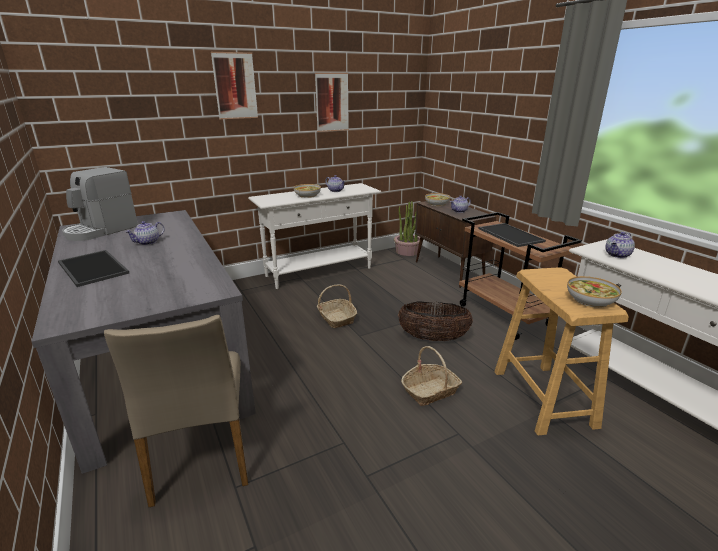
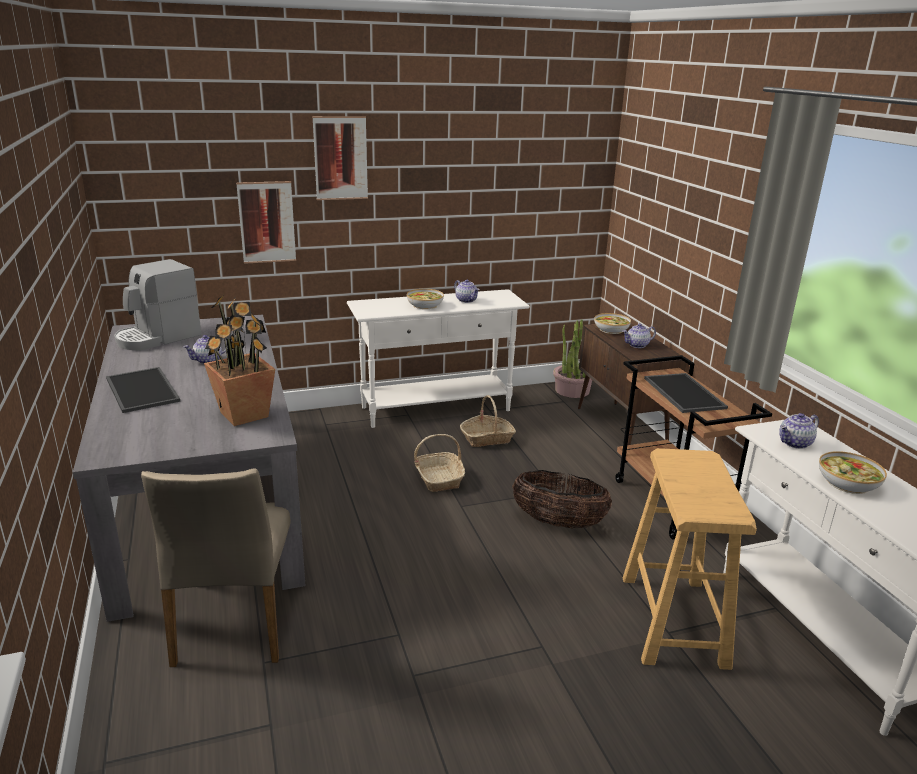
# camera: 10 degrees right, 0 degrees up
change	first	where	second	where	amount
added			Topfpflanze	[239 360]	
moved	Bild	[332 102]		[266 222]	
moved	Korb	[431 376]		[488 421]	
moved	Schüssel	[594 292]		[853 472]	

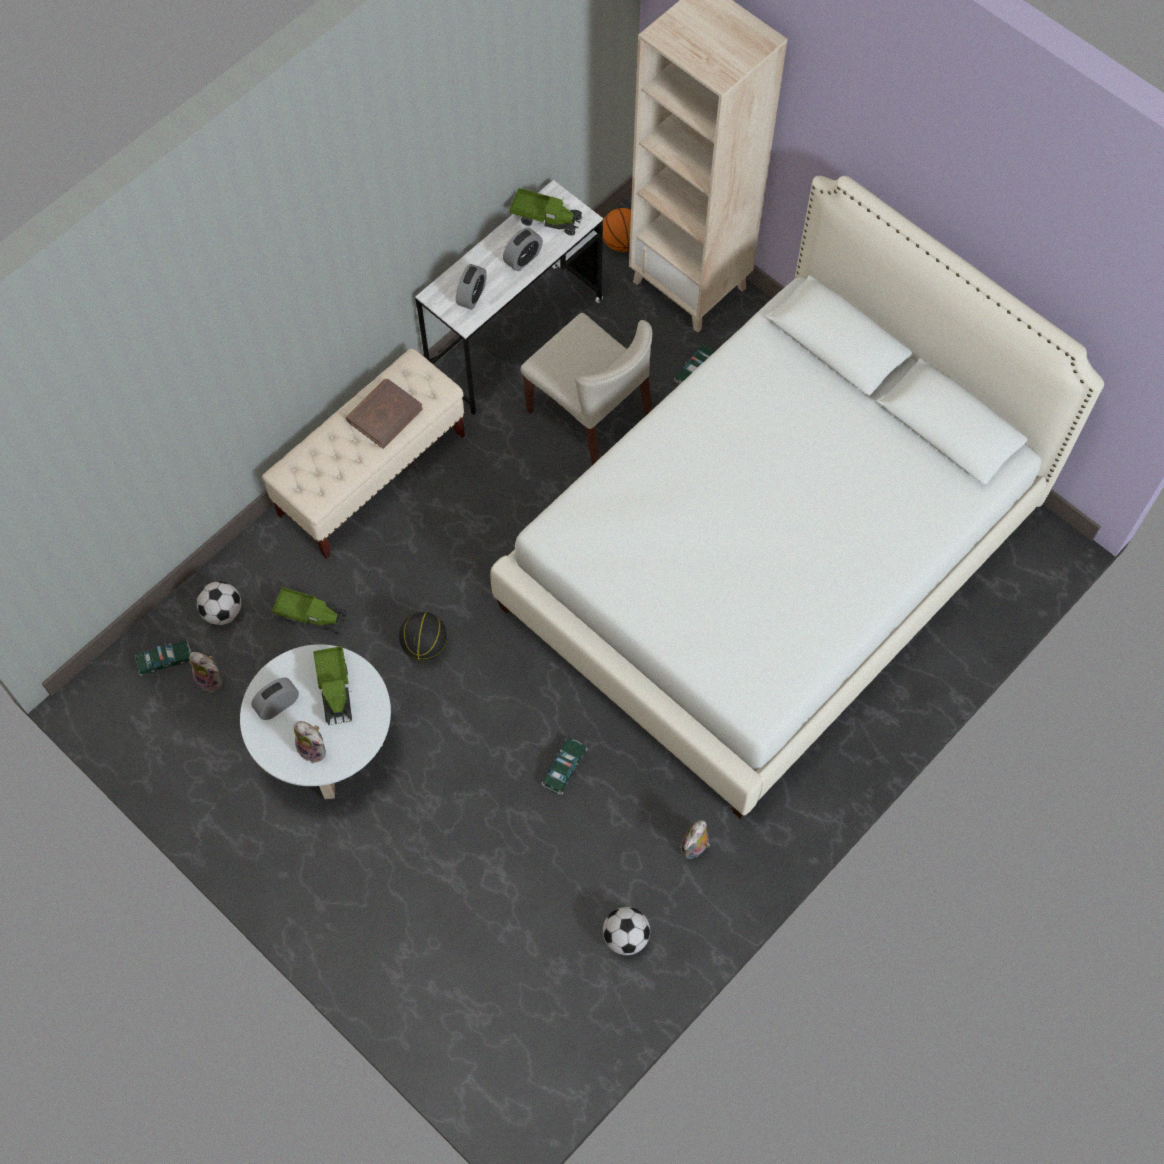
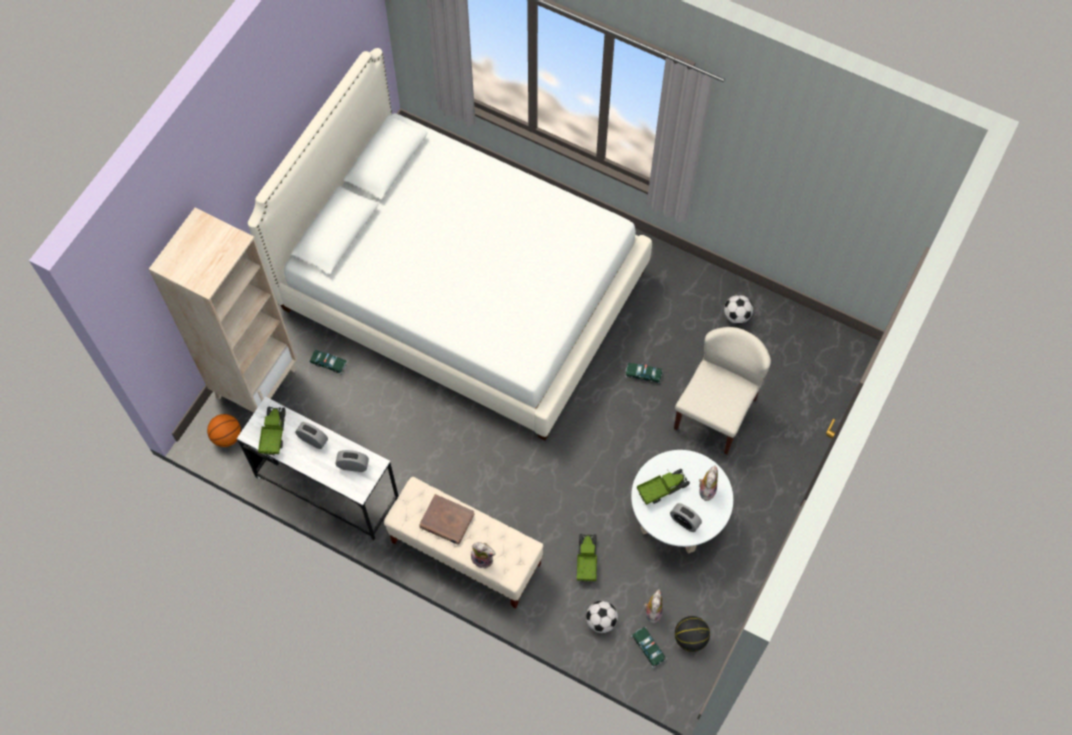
# camera: 105 degrees left, 0 degrees up
change	first	where	second	where	amount
moved	Plüschtier	[695 839]		[483 555]	
moved	Stuhl/beige	[586 389]		[722 391]	
moved	Basketball	[423 636]		[692 634]	

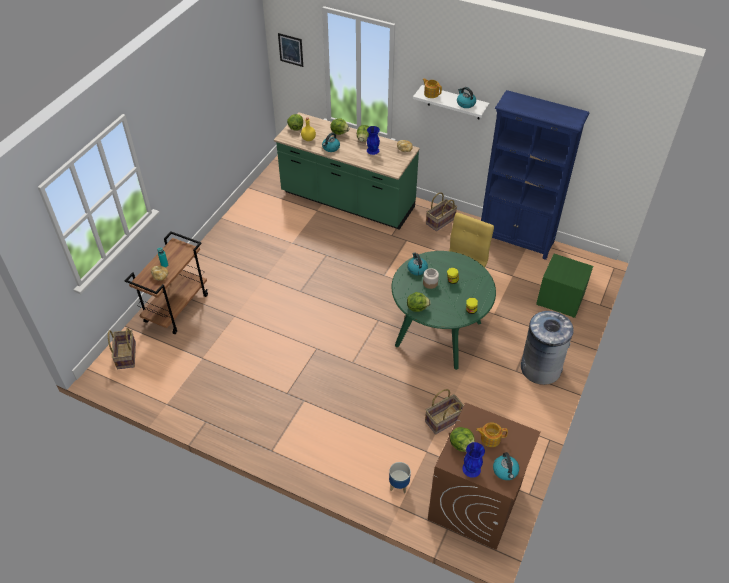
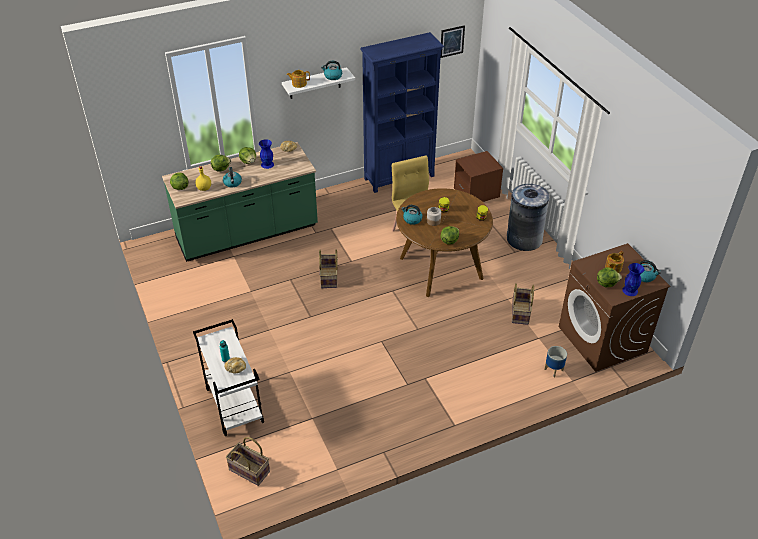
# camera: 50 degrees left, 5 degrees down
change	first	where	second	where	amount
recoloured	Rollwagen/braun	[166 282]	Rollwagen/weiß	[228 377]	
moved	Korb	[441 211]		[328 268]	
recoloured	Esstisch/grün	[443 310]	Esstisch/braun	[444 242]	
moved	Bild	[290 50]		[453 41]	
recoloured	Nachttisch/grün	[564 286]	Nachttisch/braun	[478 176]	

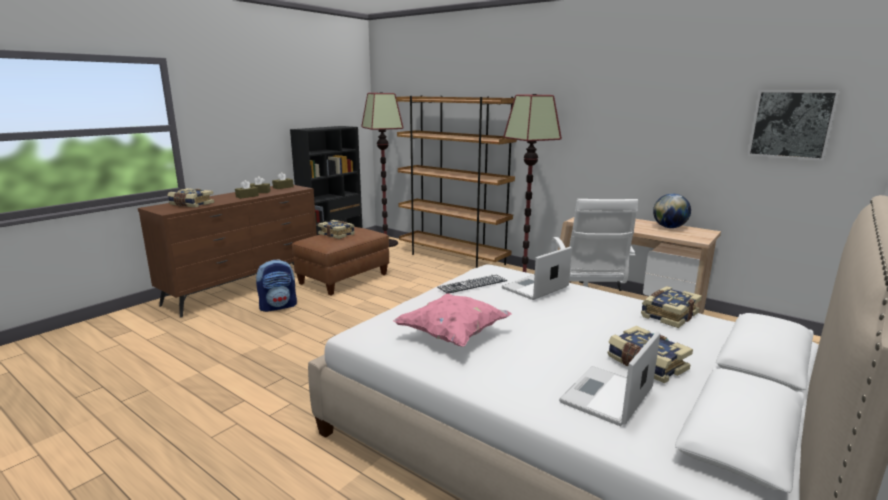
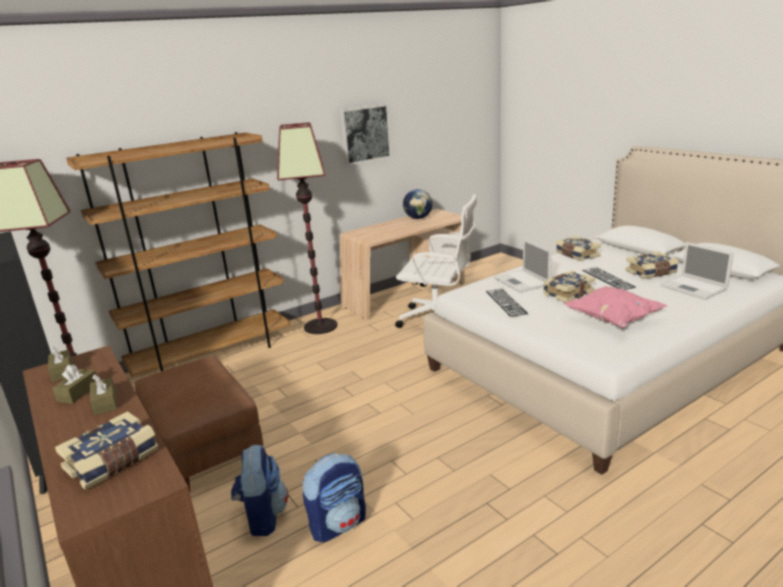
# camera: 70 degrees left, 5 degrees up
change	first	where	second	where	amount
added			Rucksack	[334 497]	
moved	Bild	[793 125]		[365 134]	
moved	Buch	[336 229]		[569 286]	
added			Tastatur	[609 278]	

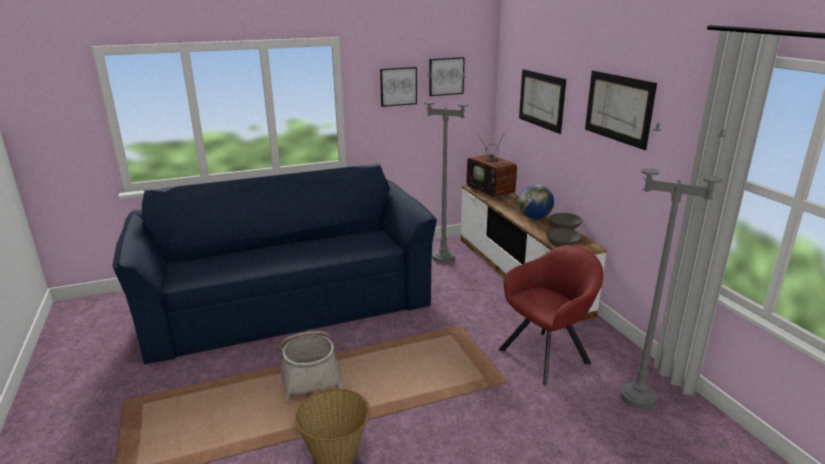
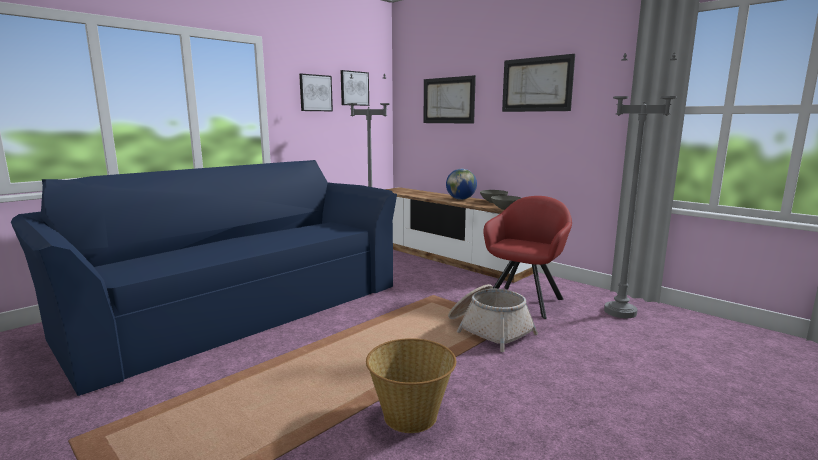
# camera: 25 degrees left, 10 degrees down
change	first	where	second	where	amount
moved	Korb	[311 366]		[493 318]	
removed	Fernseher	[492 167]			

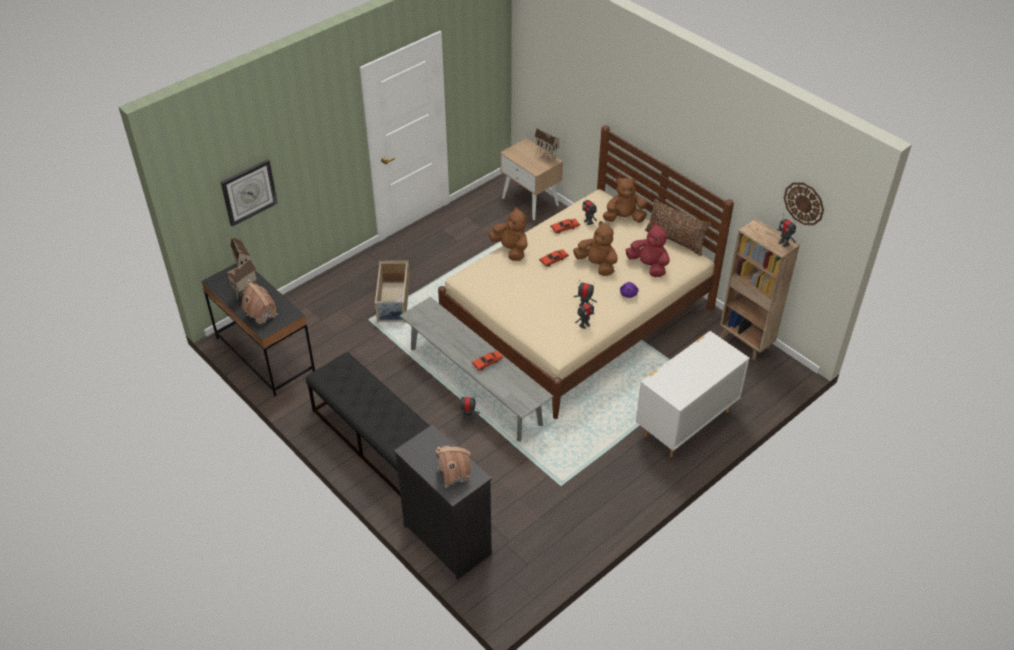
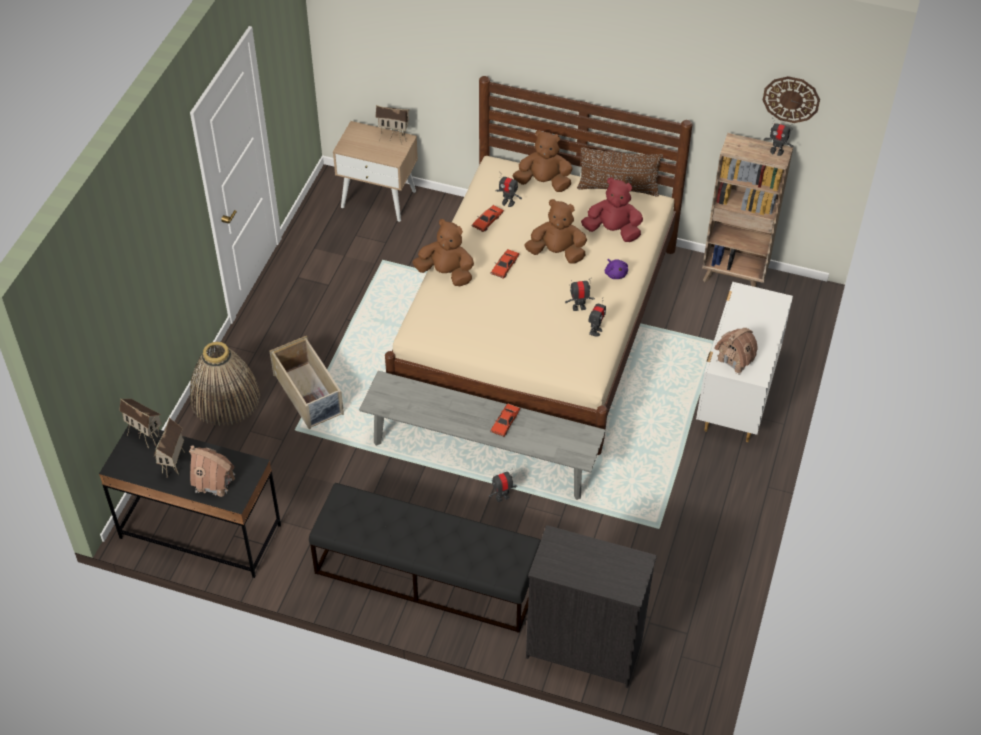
# camera: 30 degrees left, 5 degrees up
change	first	where	second	where	amount
added			Korb	[225 383]	
turned	Plüschtier/braun	[625 200]		[543 161]	45 degrees clockwise
moved	Spielzeughaus	[454 467]		[736 351]	
removed	Wanduhr	[249 193]			

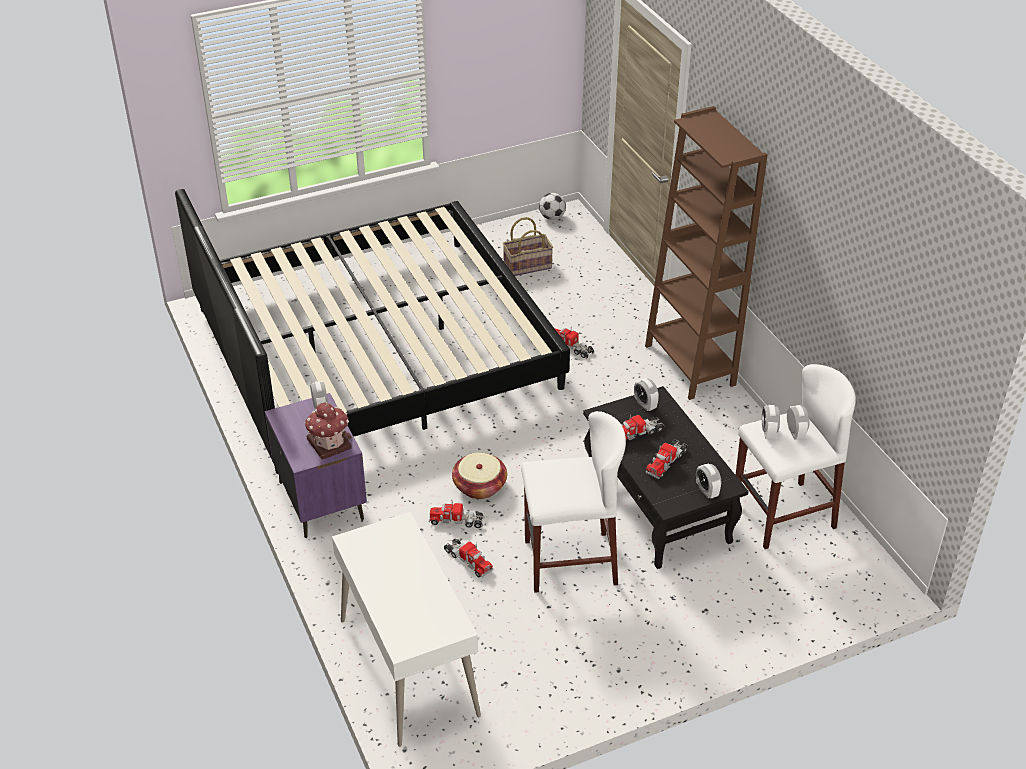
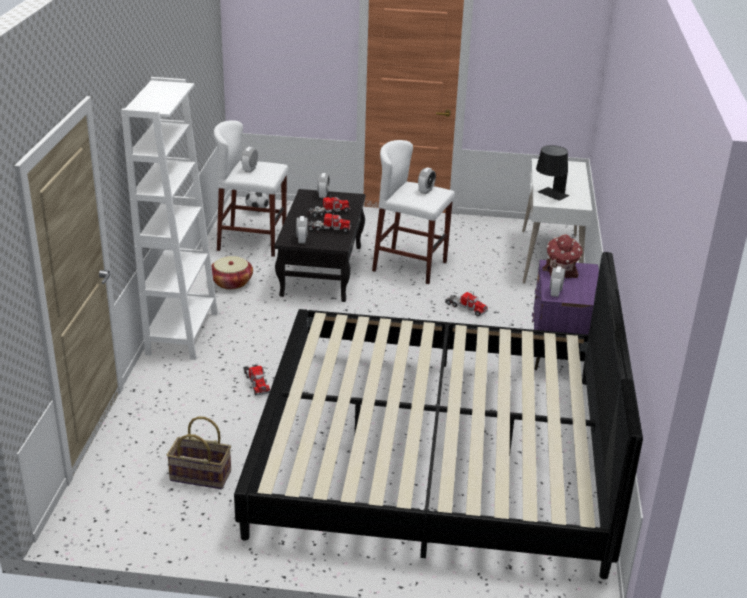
# camera: 150 degrees left, 10 degrees down
change	first	where	second	where	amount
recoloured	Bücherregal/braun	[706 253]	Bücherregal/weiß	[169 218]	
moved	Korb	[479 476]		[232 273]	
moved	Fußball	[552 206]		[257 201]	
moved	Wecker	[771 422]		[427 181]	
added			Tischlampe/schwarz	[553 173]	
removed	Spielzeuglaster	[468 557]			

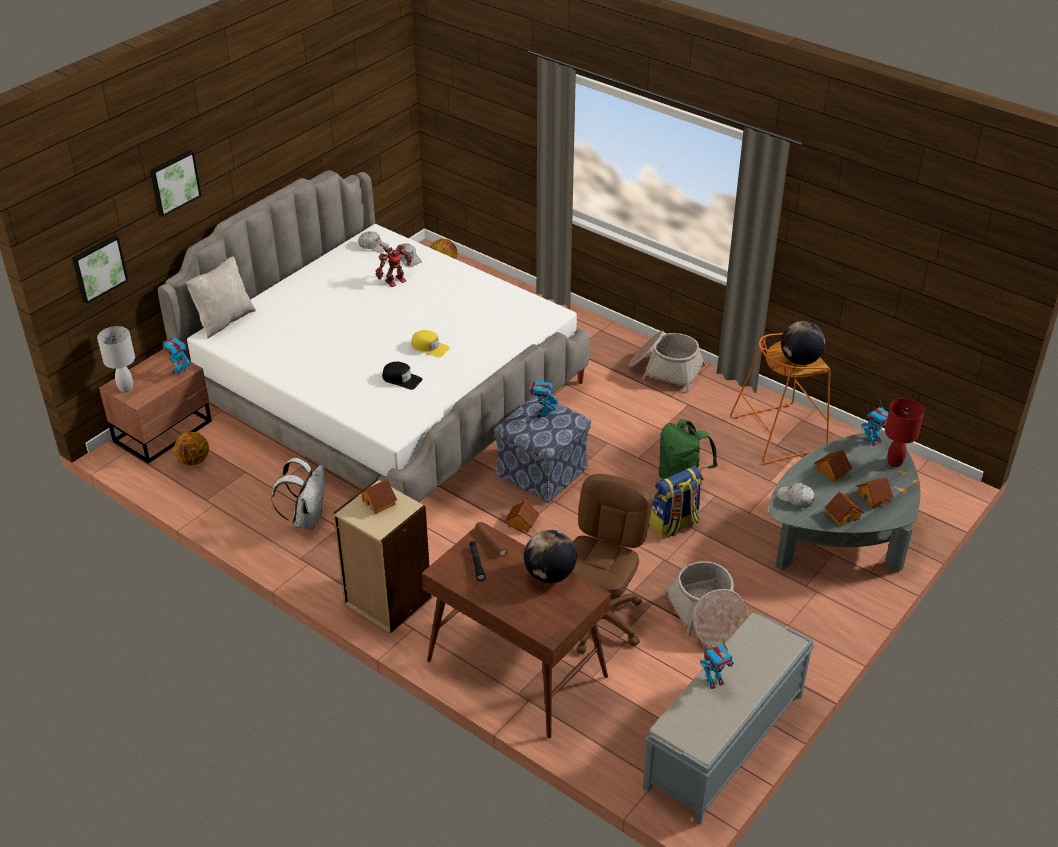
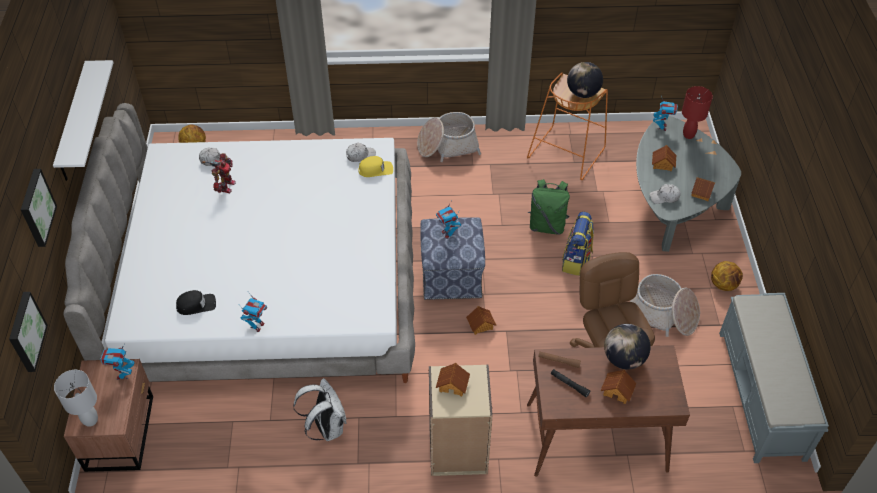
# camera: 40 degrees left, 10 degrees up
change	first	where	second	where	amount
added			Wandregal/weiß	[83 120]	
moved	Kappe/schwarz	[402 376]		[196 302]	
moved	Spielzeugroboter	[717 662]		[254 312]	
moved	Kappe/weiß	[374 242]		[361 152]	
moved	Kappe/gelb	[430 344]		[375 166]	
moved	Spielzeughaus	[875 492]		[619 387]	
moved	Basketball	[191 448]		[727 276]	
removed	Kissen/beige	[221 297]			

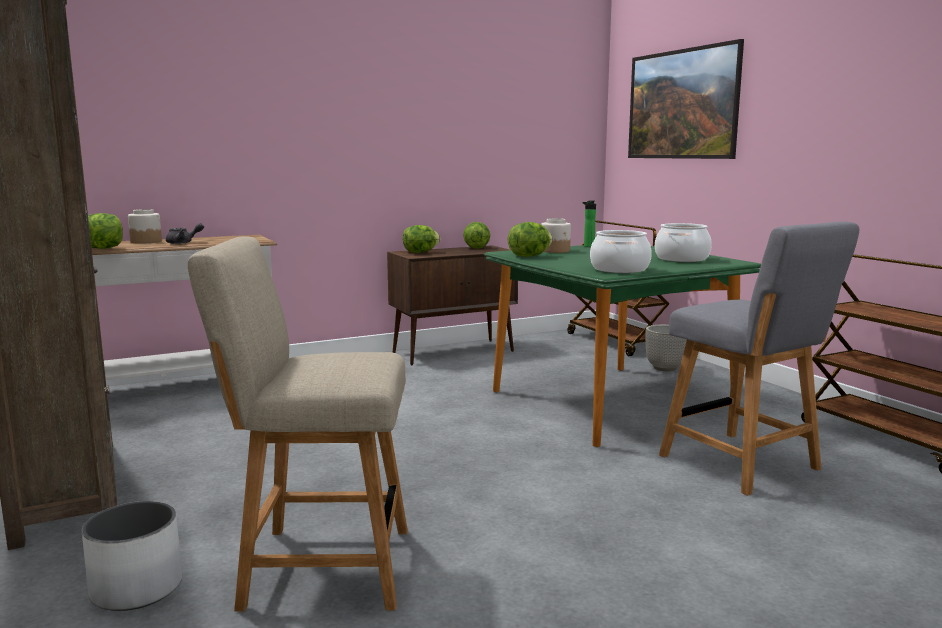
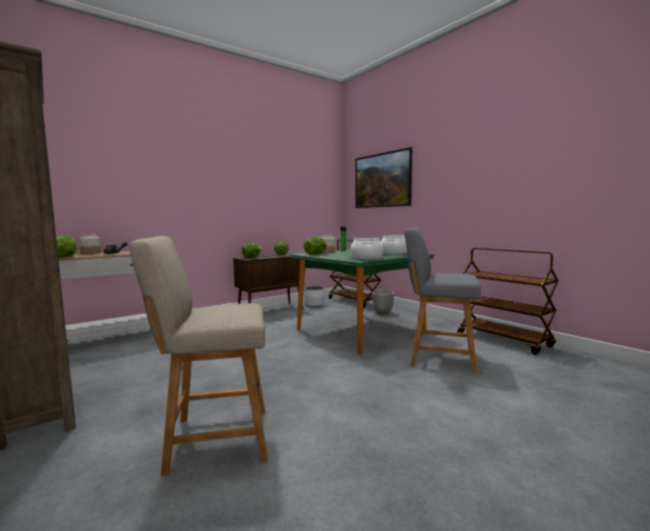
# camera: 10 degrees left, 5 degrees down
change	first	where	second	where	amount
moved	Pflanzkübel/weiß	[132 556]		[315 296]	
turned	Stuhl/grau	[759 359]		[443 300]	150 degrees clockwise

